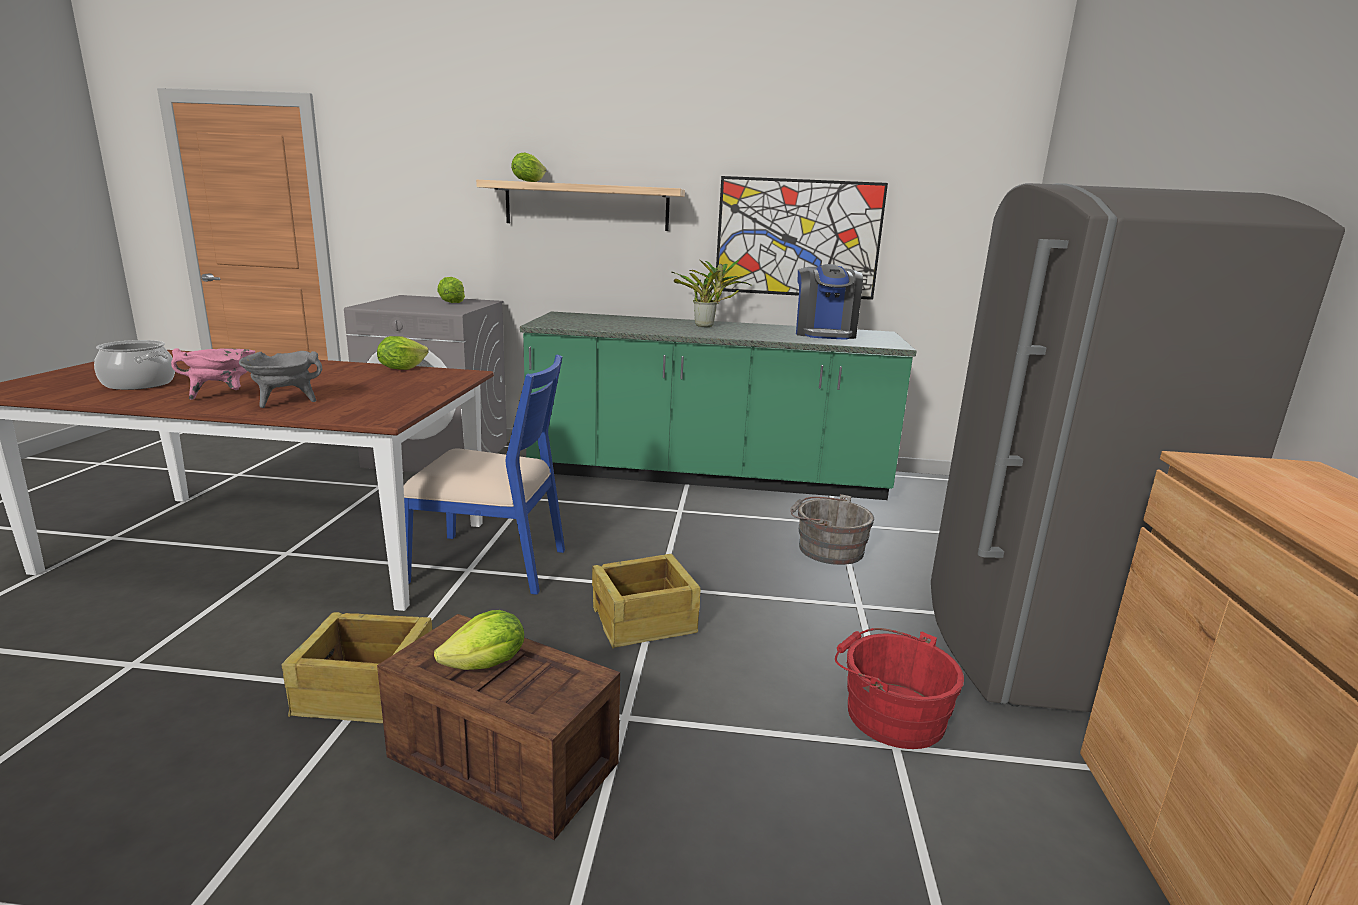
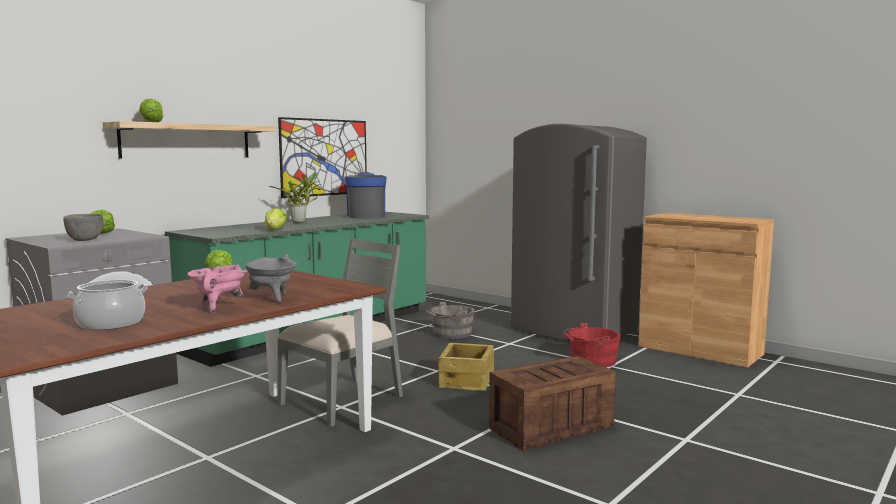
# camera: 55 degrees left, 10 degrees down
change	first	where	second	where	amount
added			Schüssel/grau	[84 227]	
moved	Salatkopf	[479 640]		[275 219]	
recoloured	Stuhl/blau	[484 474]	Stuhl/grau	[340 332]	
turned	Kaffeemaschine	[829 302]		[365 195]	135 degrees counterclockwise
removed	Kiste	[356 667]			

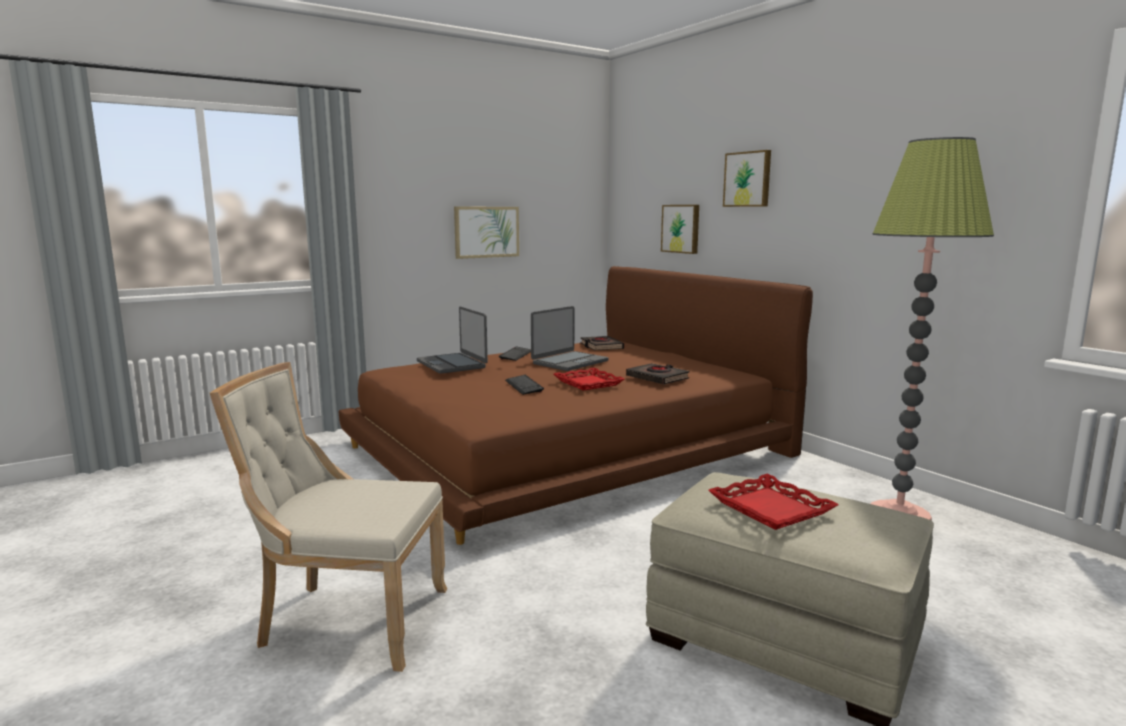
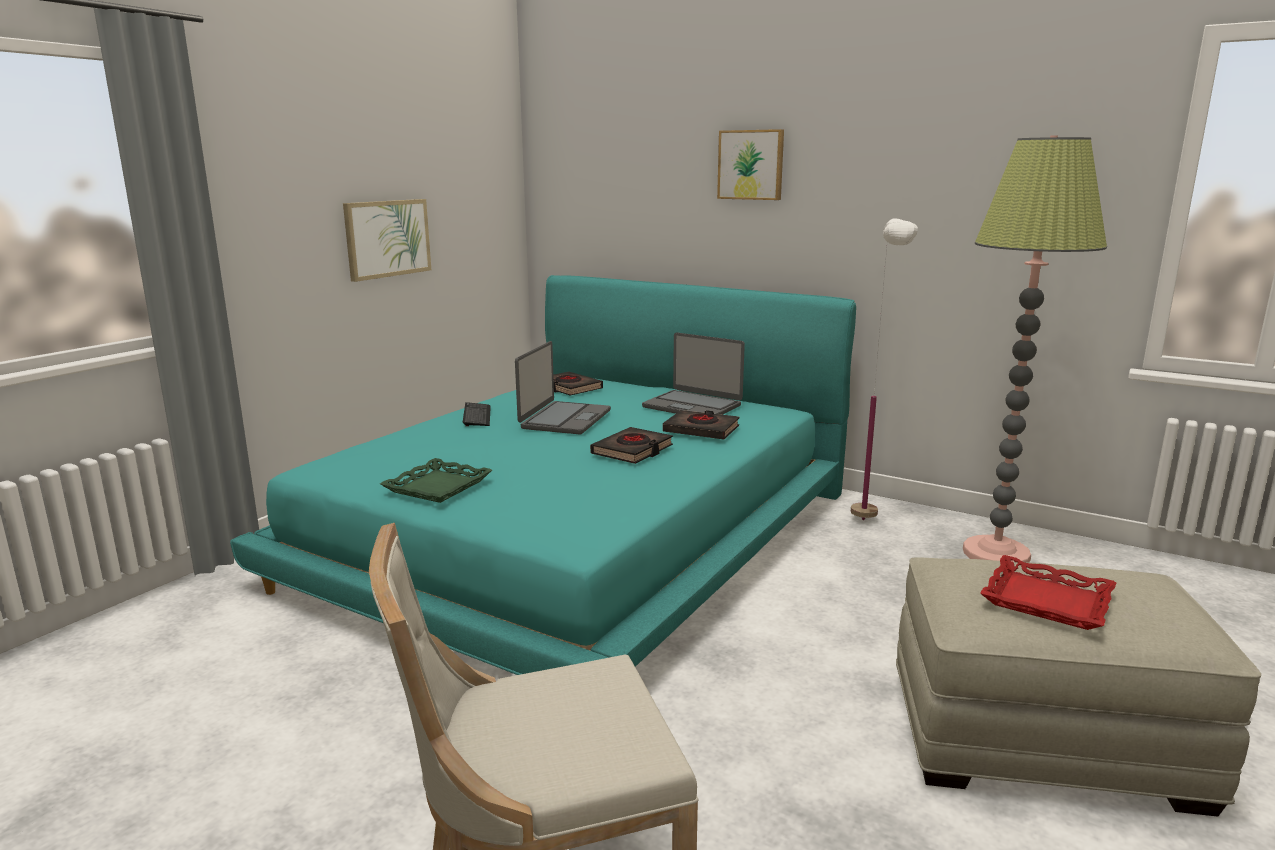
# camera: 25 degrees left, 5 degrees up
change	first	where	second	where	amount
recoloured	Bett/braun	[575 405]	Bett/türkis	[543 475]	
added			Tablett/grün	[436 480]	
replaced	Tablett/rot	[589 379]	Buch/schwarz	[631 445]	
moved	Laptop	[452 340]		[693 373]	
added			Stehlampe/weiß	[884 369]	
removed	Tastatur	[524 385]			
removed	Bild	[680 229]			

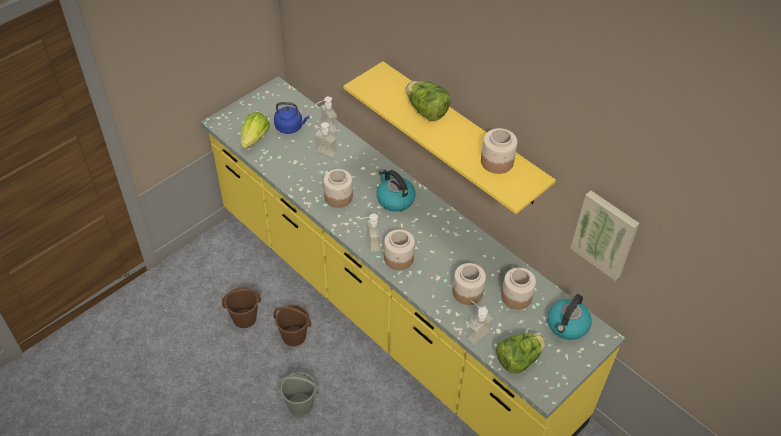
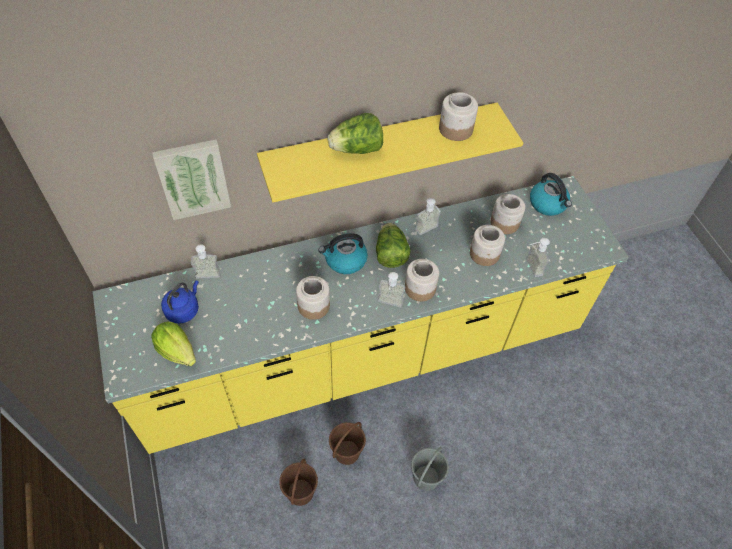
# camera: 65 degrees left, 5 degrees up
change	first	where	second	where	amount
moved	Bild	[605 235]		[191 179]	
moved	Salatkopf	[520 353]		[393 245]	
moved	Seifenspender	[326 140]		[428 216]	

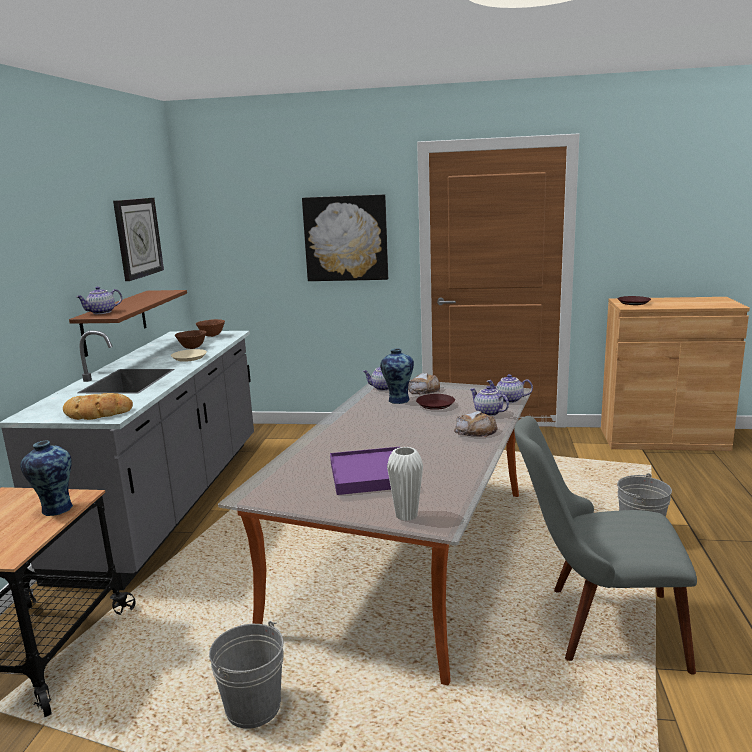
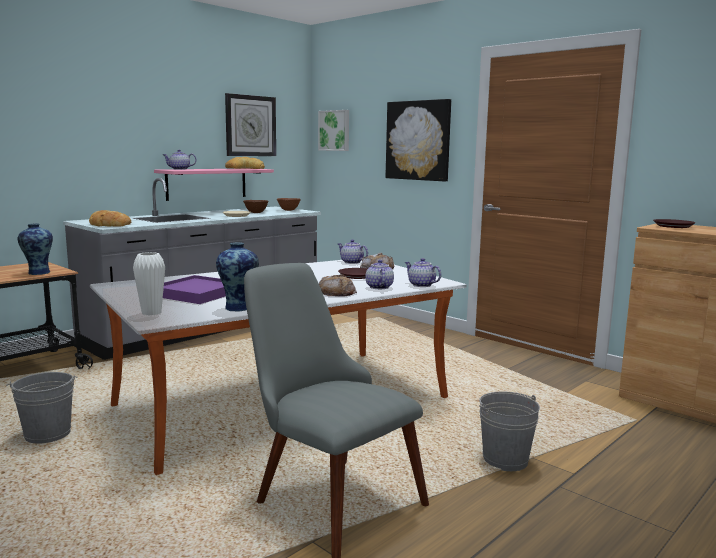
# camera: 35 degrees right, 5 degrees down
change	first	where	second	where	amount
recoloured	Wandregal/braun	[128 323]	Wandregal/rosa	[214 184]	
moved	Vase	[397 376]		[237 276]	
added			Brot	[245 163]	
added			Bild	[333 130]	

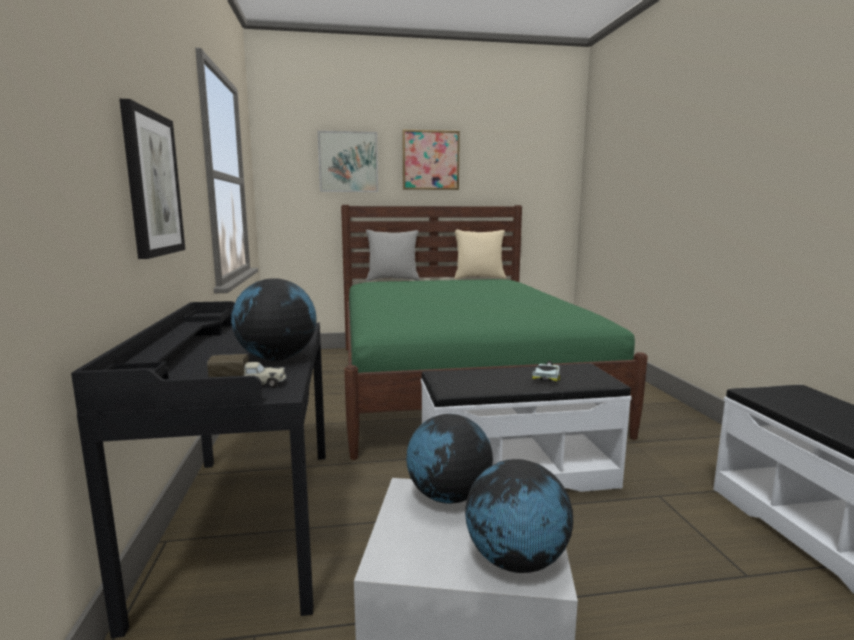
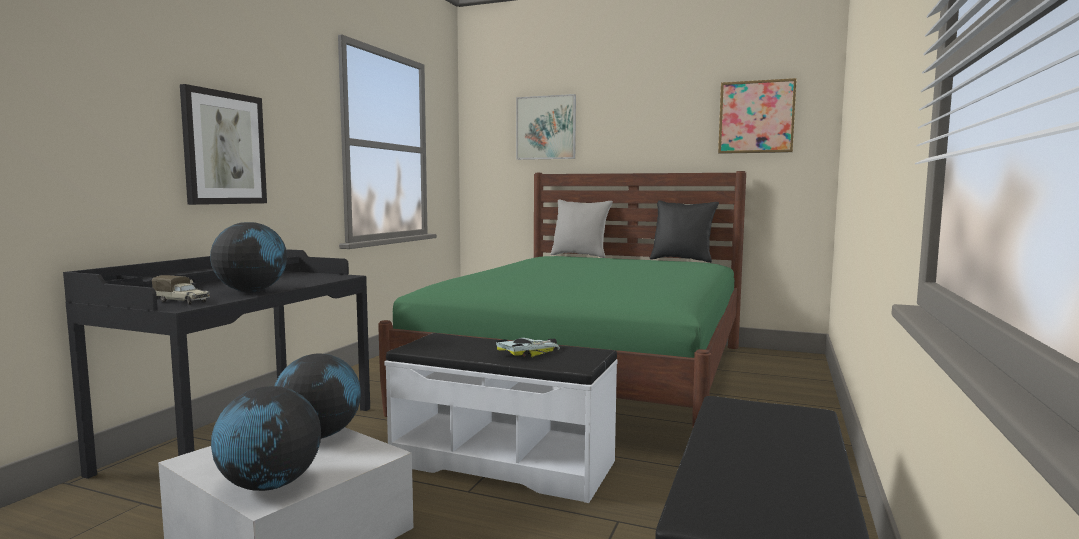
# camera: 30 degrees right, 5 degrees down
change	first	where	second	where	amount
recoloured	Kissen/beige	[480 254]	Kissen/schwarz	[684 231]	
moved	Bild	[431 159]		[757 116]	

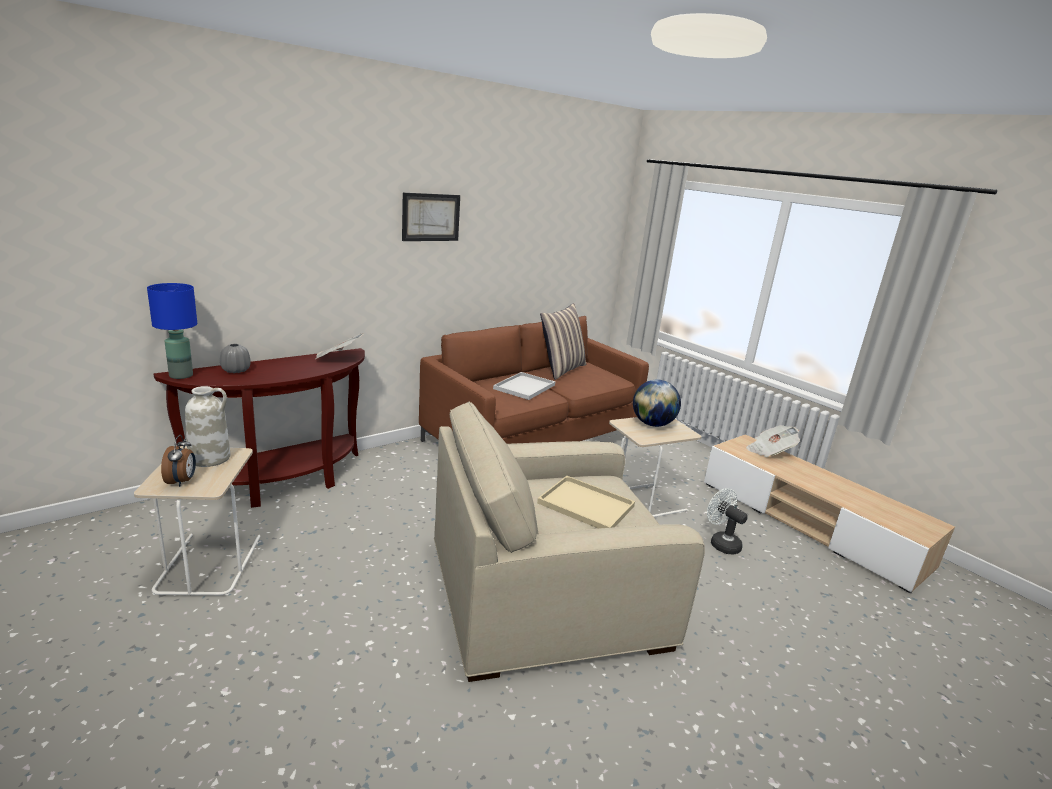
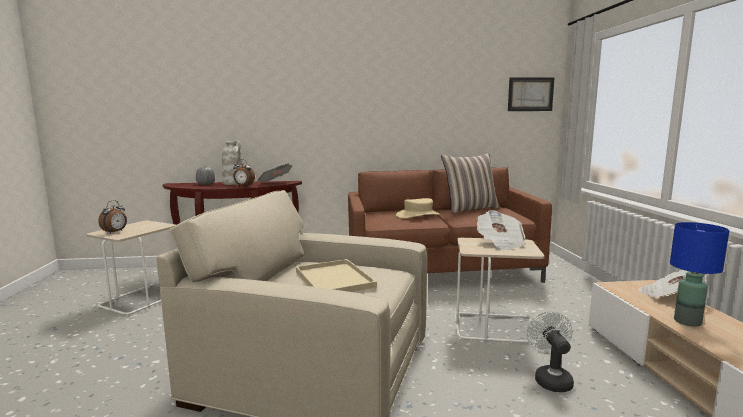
# camera: 35 degrees right, 10 degrees down
change	first	where	second	where	amount
moved	Vase/weiß	[208 426]		[232 162]	
added			Wecker	[244 173]	
replaced	Tablett/weiß	[524 386]	Hut/beige	[418 208]	
replaced	Globus	[657 403]	Zeitung	[501 230]	
moved	Bild	[431 217]		[531 94]	
moved	Tischlampe/blau	[172 331]		[699 274]	

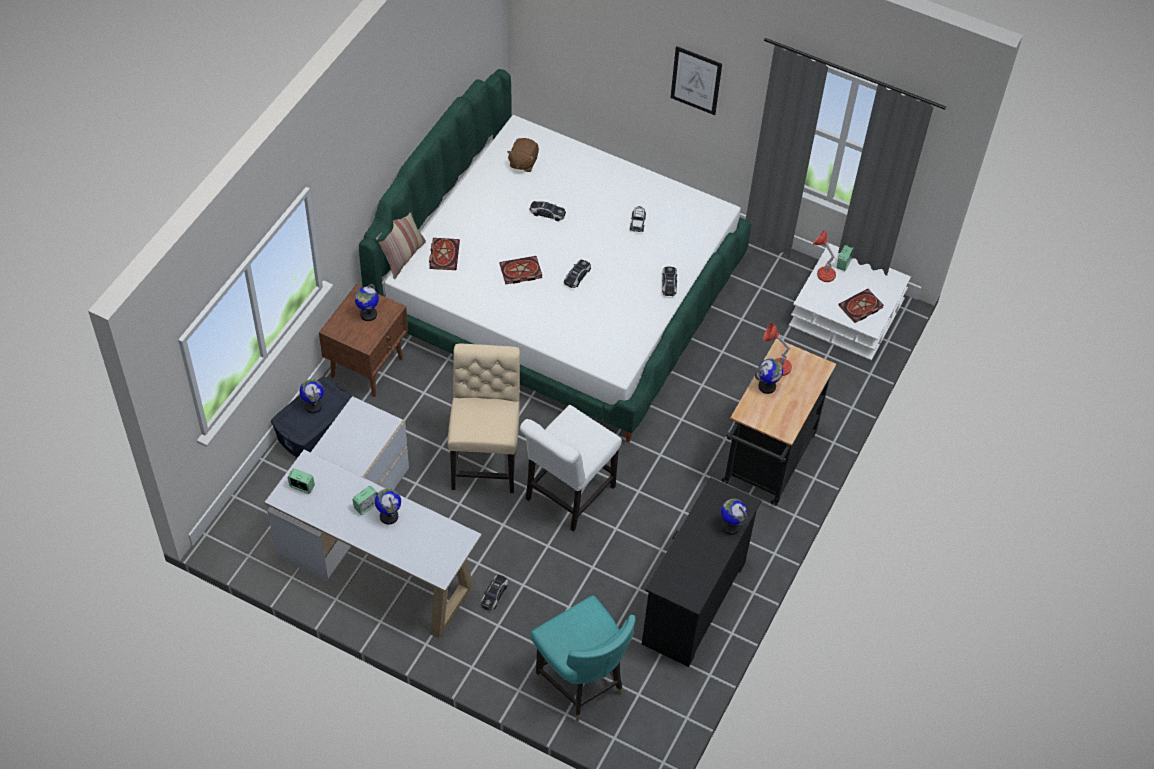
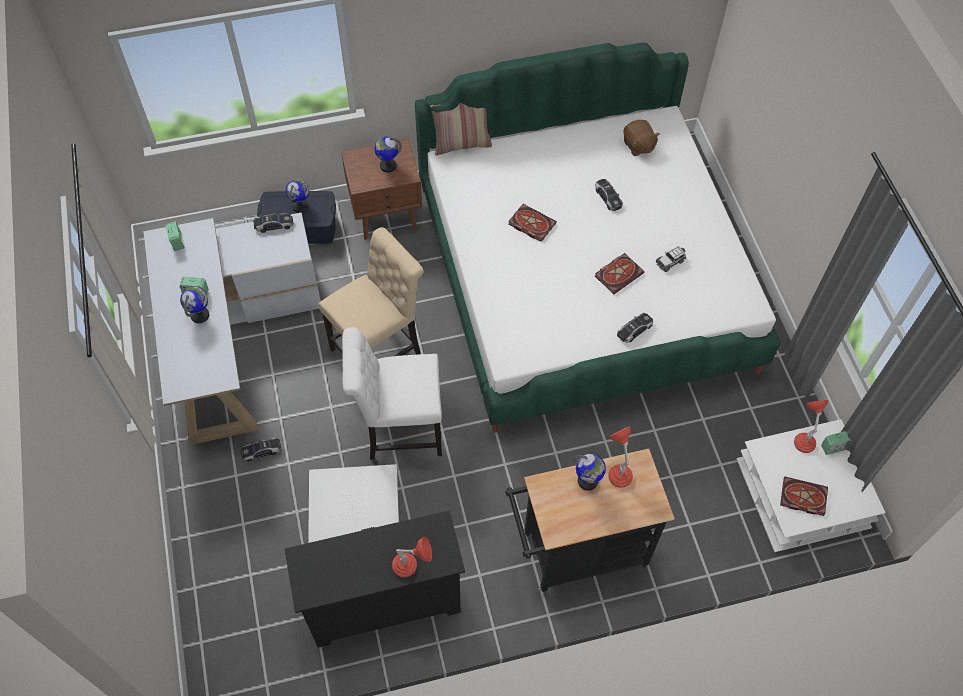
# camera: 50 degrees right, 5 degrees up
change	first	where	second	where	amount
moved	Spielzeugauto	[577 274]		[273 223]	
added			Aufbewahrungsbox/weiß	[353 503]	
replaced	Globus	[734 517]	Tischlampe/rot	[412 557]	
moved	Buch	[444 254]		[619 273]	
turned	Plüschtier/braun	[523 155]		[641 138]	90 degrees counterclockwise
removed	Stuhl/türkis	[582 658]			
removed	Bild	[696 80]			

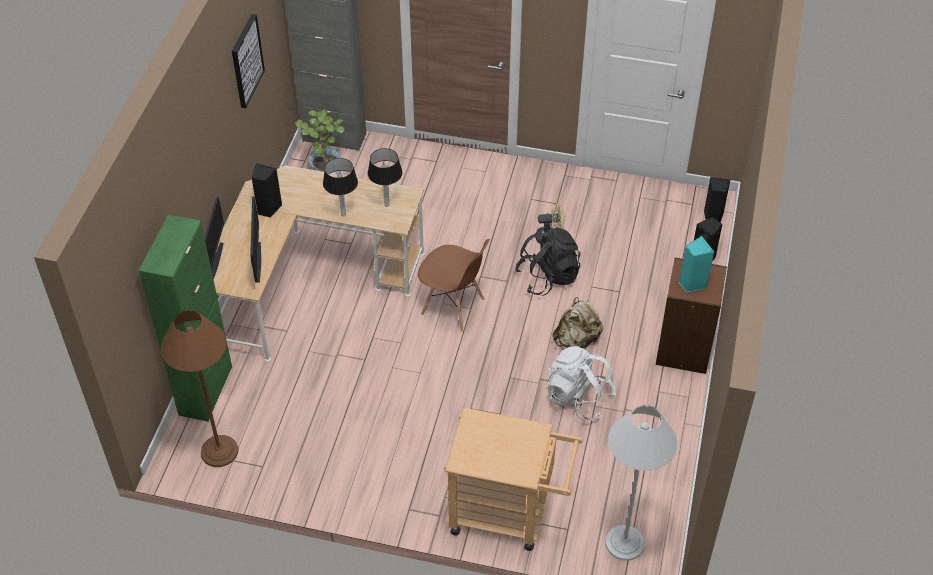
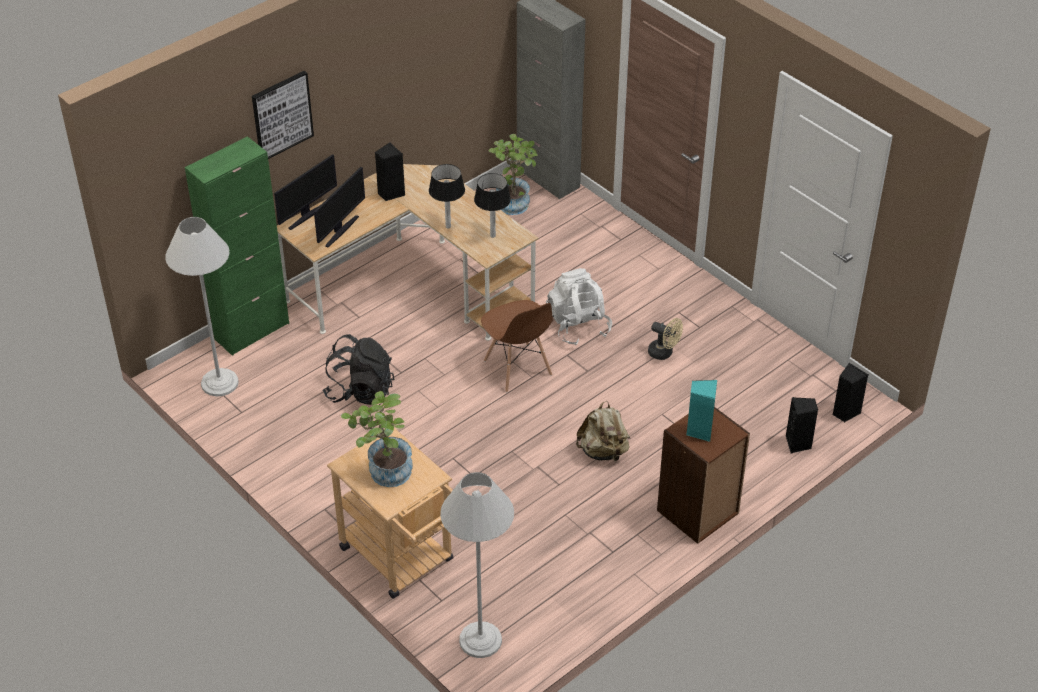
# camera: 35 degrees right, 5 degrees down
change	first	where	second	where	amount
recoloured	Stehlampe/braun	[199 388]	Stehlampe/weiß	[202 306]	
moved	Bild	[248 61]		[283 115]	
moved	Rucksack/schwarz	[548 261]		[358 369]	
added			Topfpflanze	[377 439]	
moved	Rucksack/weiß	[581 383]		[579 307]	

